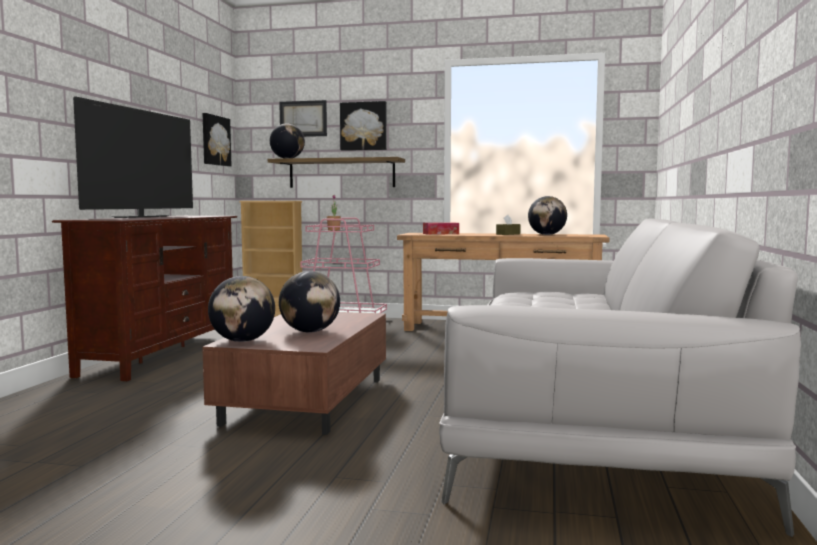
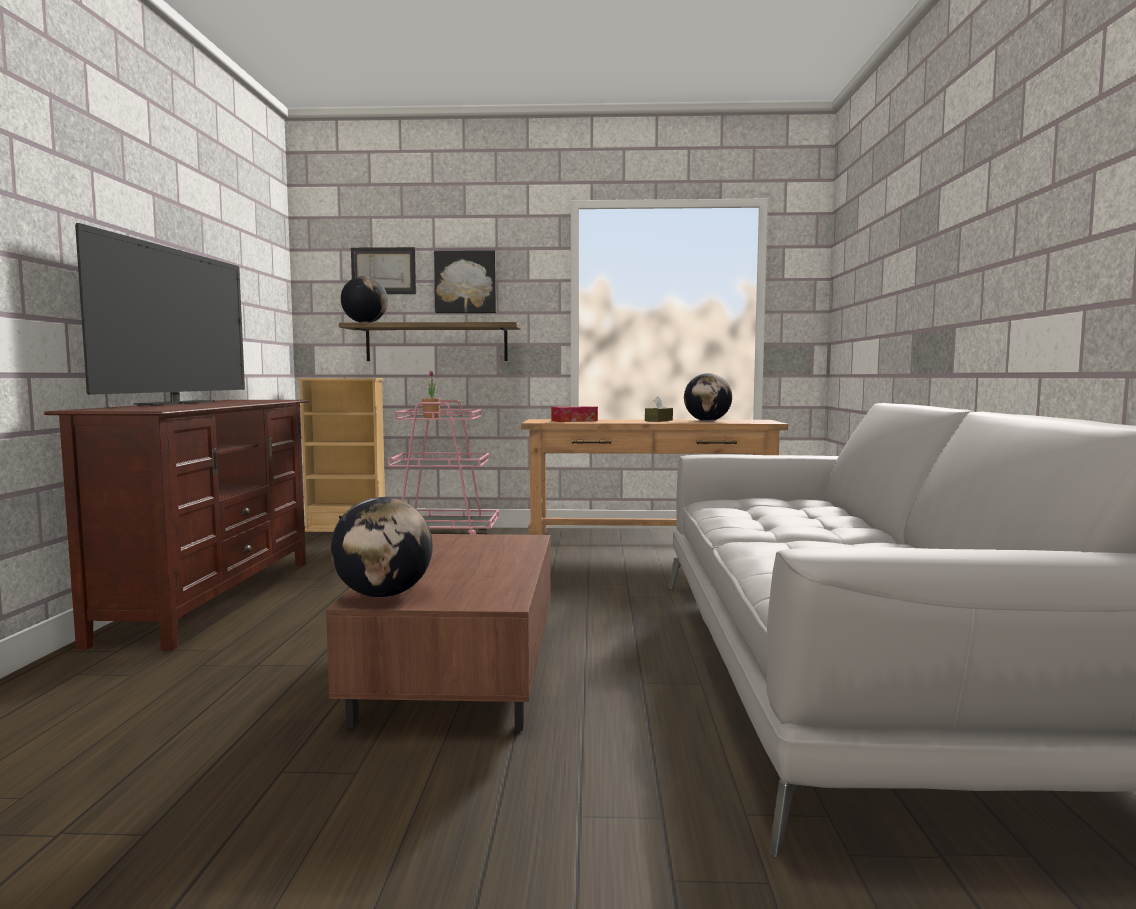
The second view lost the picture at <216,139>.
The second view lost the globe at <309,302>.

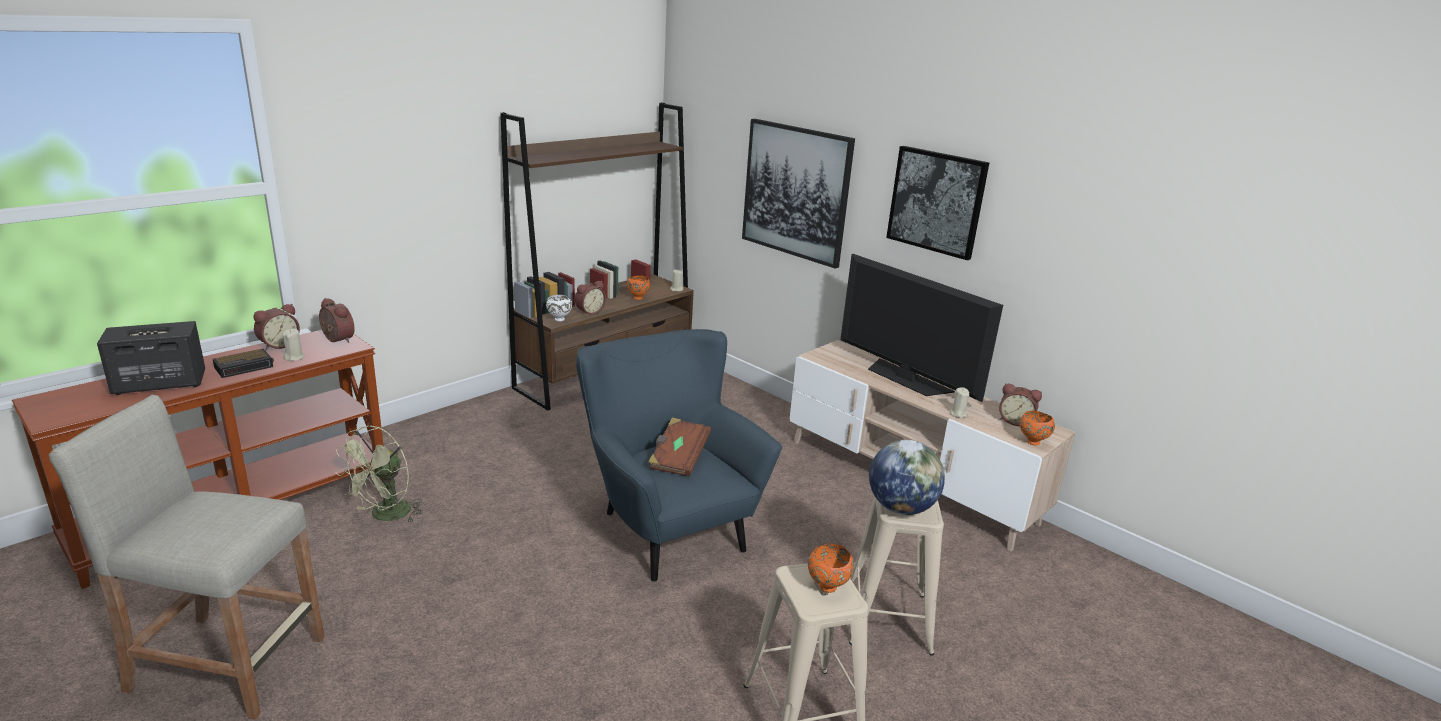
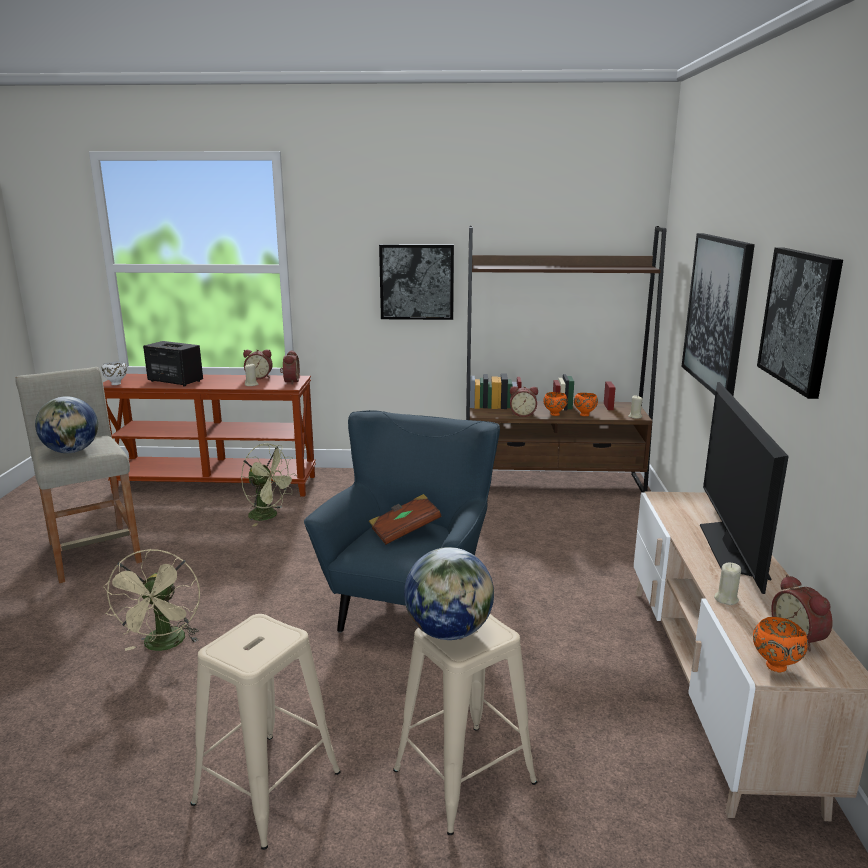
The second view lost the alarm_clock at <243,363>.
The green_fan at <378,474> ended up facing another way, 135 degrees counterclockwise from before.
The white_bowl ended up elsewhere, having gone from <559,308> to <114,373>.
The orange_bowl ended up elsewhere, having gone from <831,568> to <555,404>.
The second view gained the globe at <66,424>.
The second view gained the beige_fan at <151,600>.
The second view gained the picture at <416,282>.

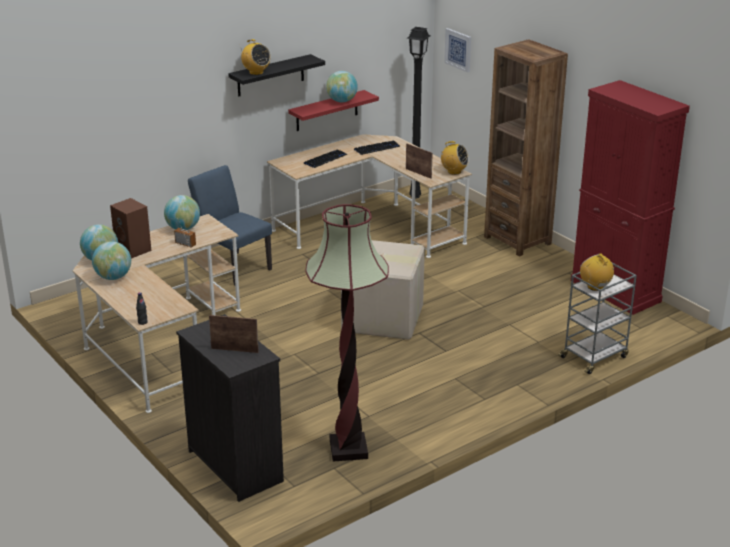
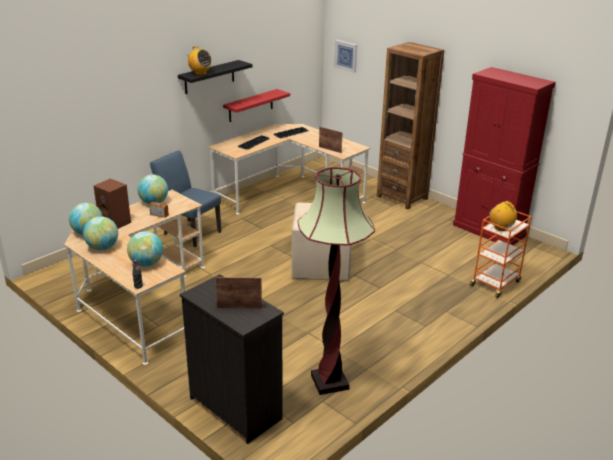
The globe ended up elsewhere, having gone from <342,86> to <145,249>.
The second view lost the black_floor_lamp at <419,113>.
The second view lost the radio at <454,158>.
What was the grey_cart at <597,318> turned into the orange_cart at <500,254>.

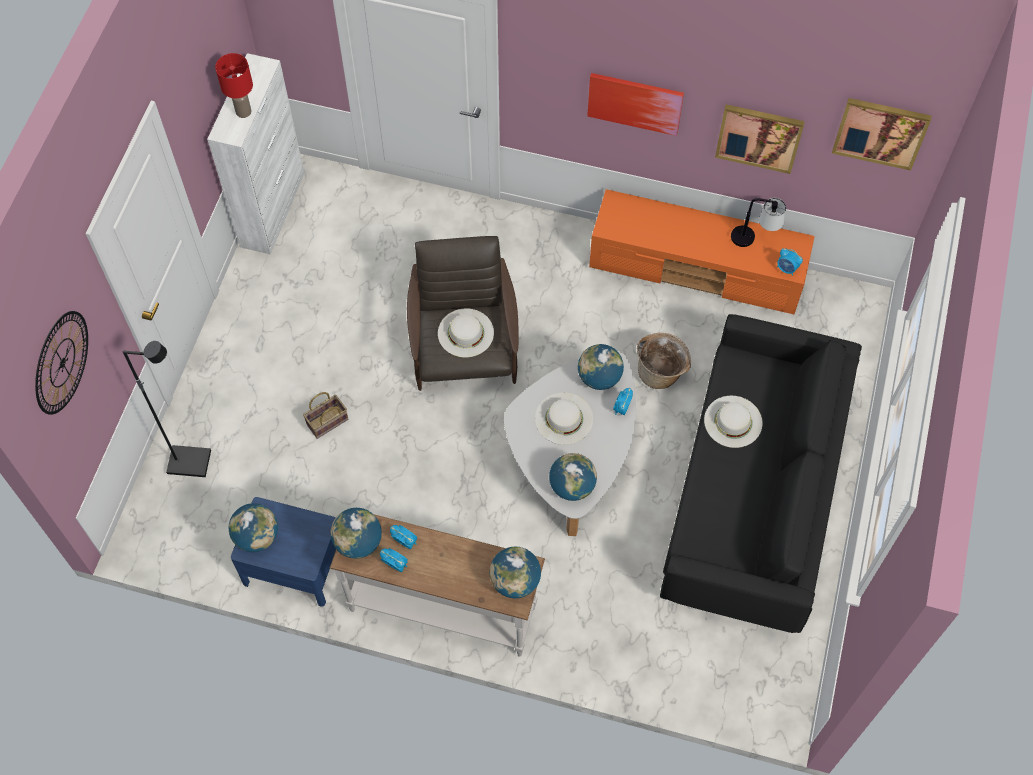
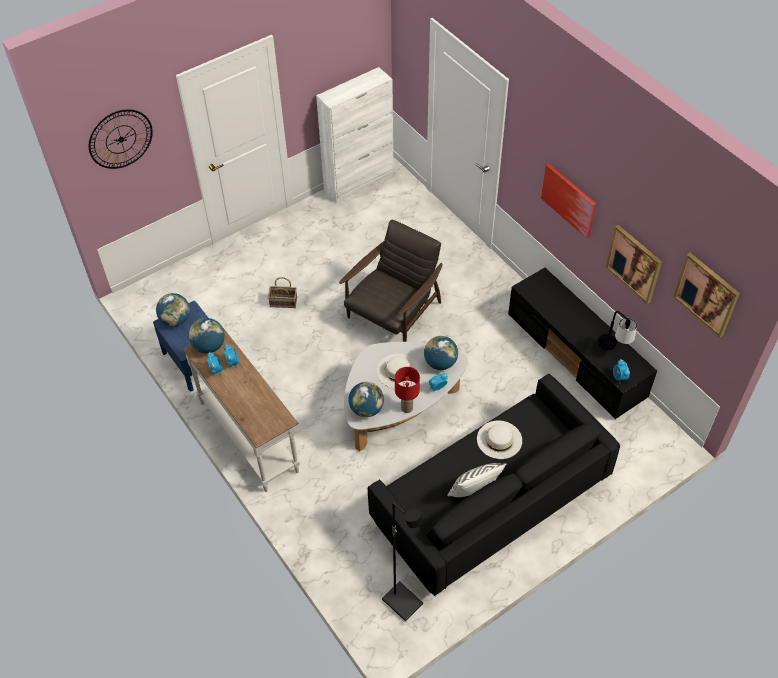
The black_floor_lamp ended up elsewhere, having gone from <166,409> to <402,561>.
The red_table_lamp ended up elsewhere, having gone from <234,85> to <407,390>.
The second view lost the white_hat at <466,333>.
The second view lost the globe at <515,572>.
What was the orange_tv_stand at <702,251> turned into the black_tv_stand at <582,343>.
The second view lost the basket at <664,361>.
The second view gained the white_pillow at <476,480>.

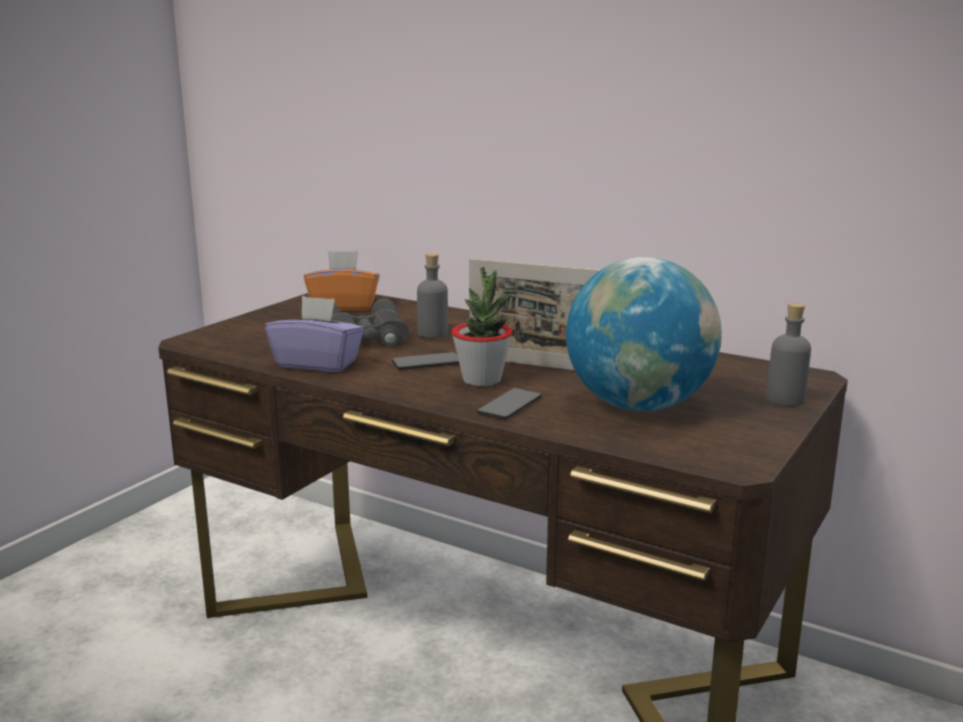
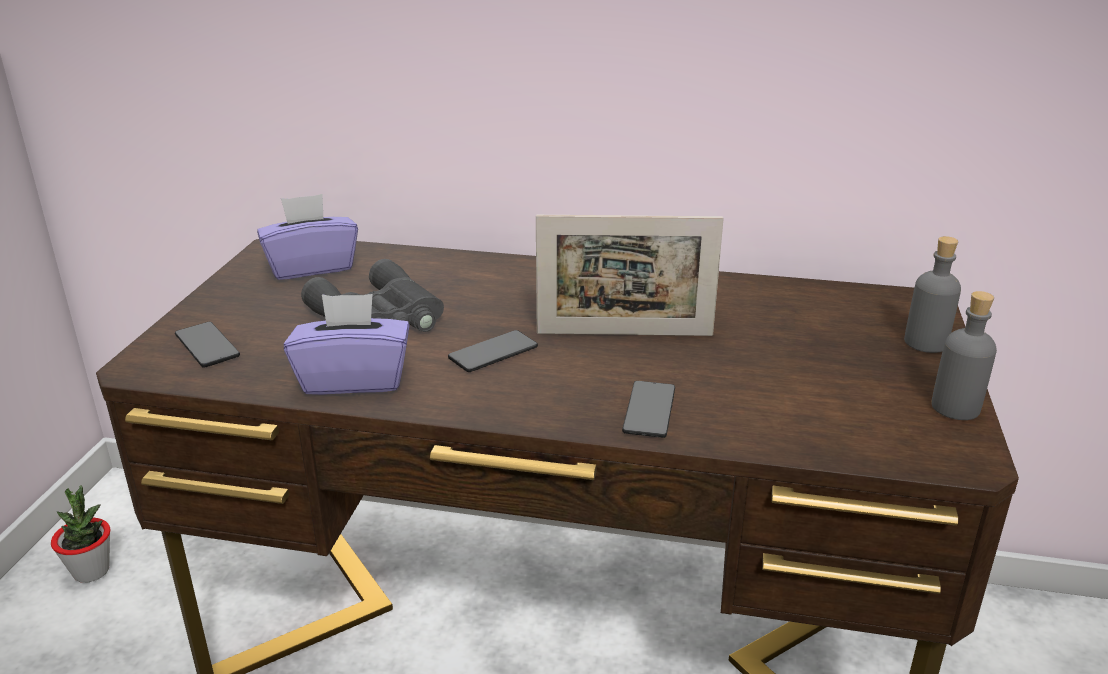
What was the orange_tissue_box at <342,281> turned into the purple_tissue_box at <307,237>.
The grey_bottle ended up elsewhere, having gone from <432,295> to <964,355>.
The potted_plant ended up elsewhere, having gone from <482,326> to <80,534>.
The second view lost the globe at <644,334>.
The second view gained the phone at <207,345>.

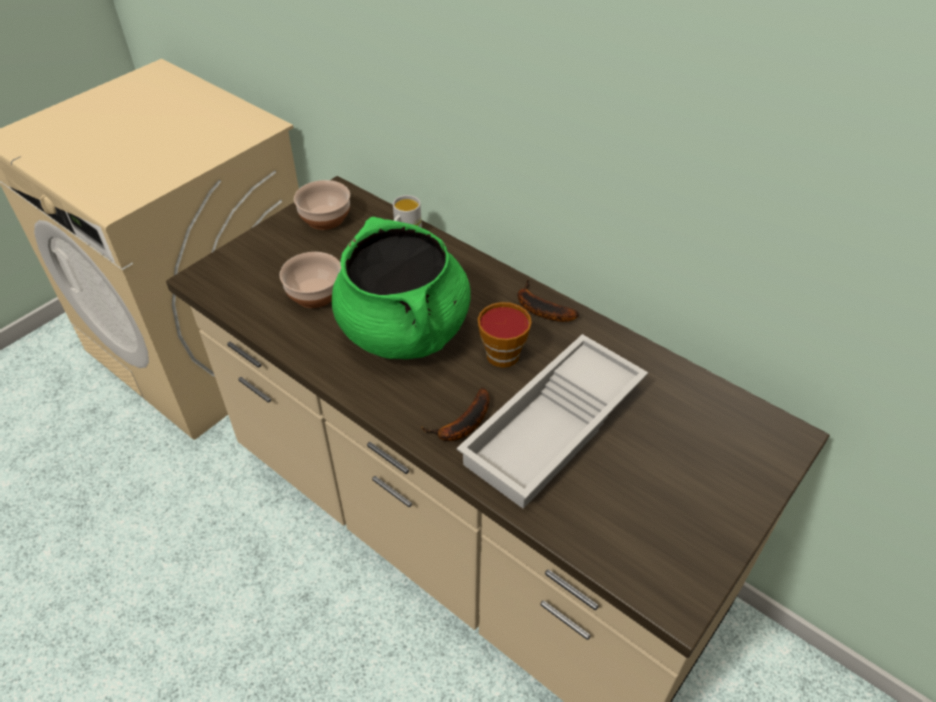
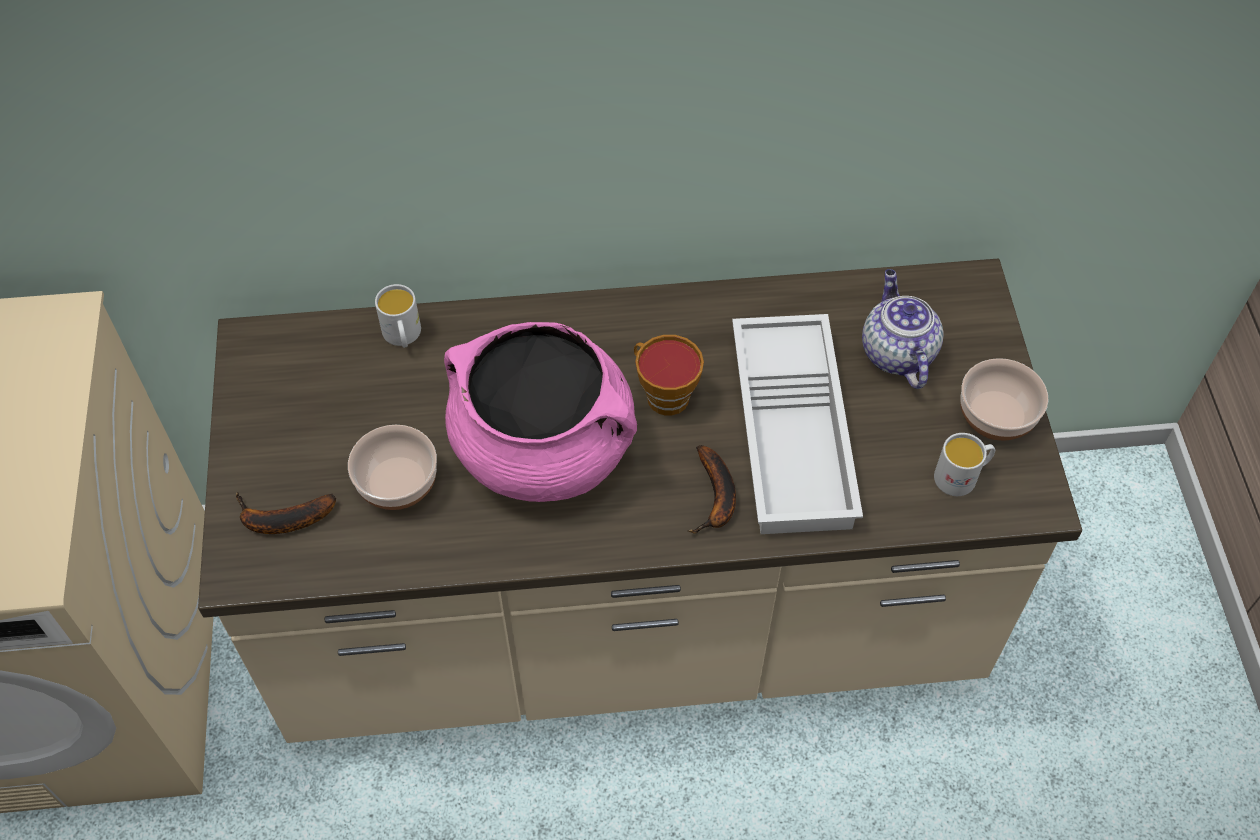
The bowl ended up elsewhere, having gone from <322,205> to <1004,399>.
What was the green_cooking_pot at <401,288> turned into the pink_cooking_pot at <540,412>.
The banana ended up elsewhere, having gone from <548,301> to <286,513>.
The second view gained the teapot at <903,329>.
The second view gained the white_mug at <964,464>.

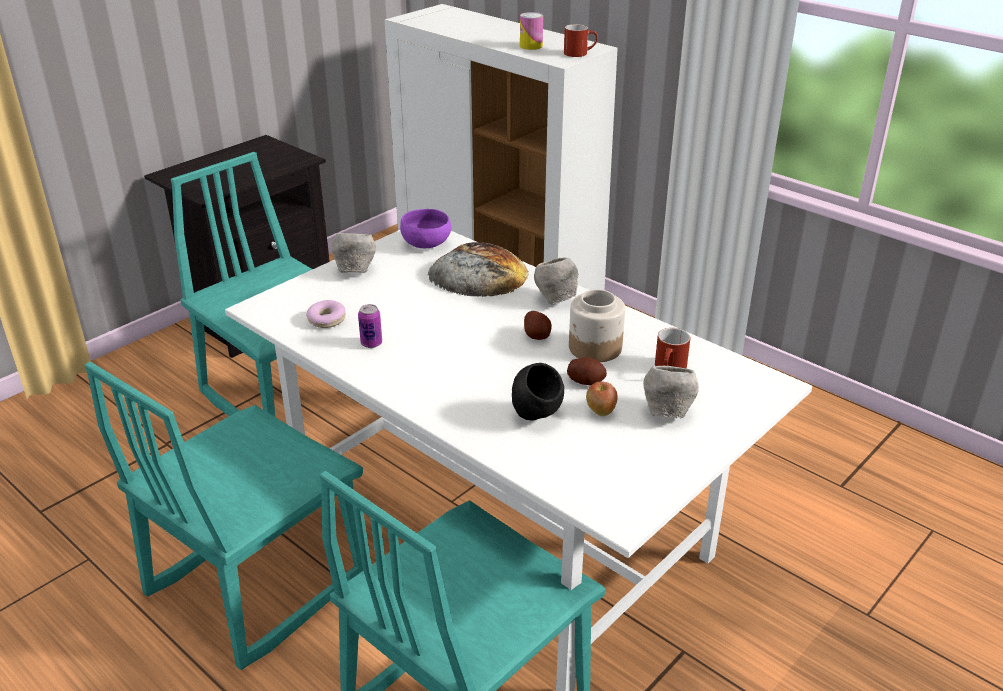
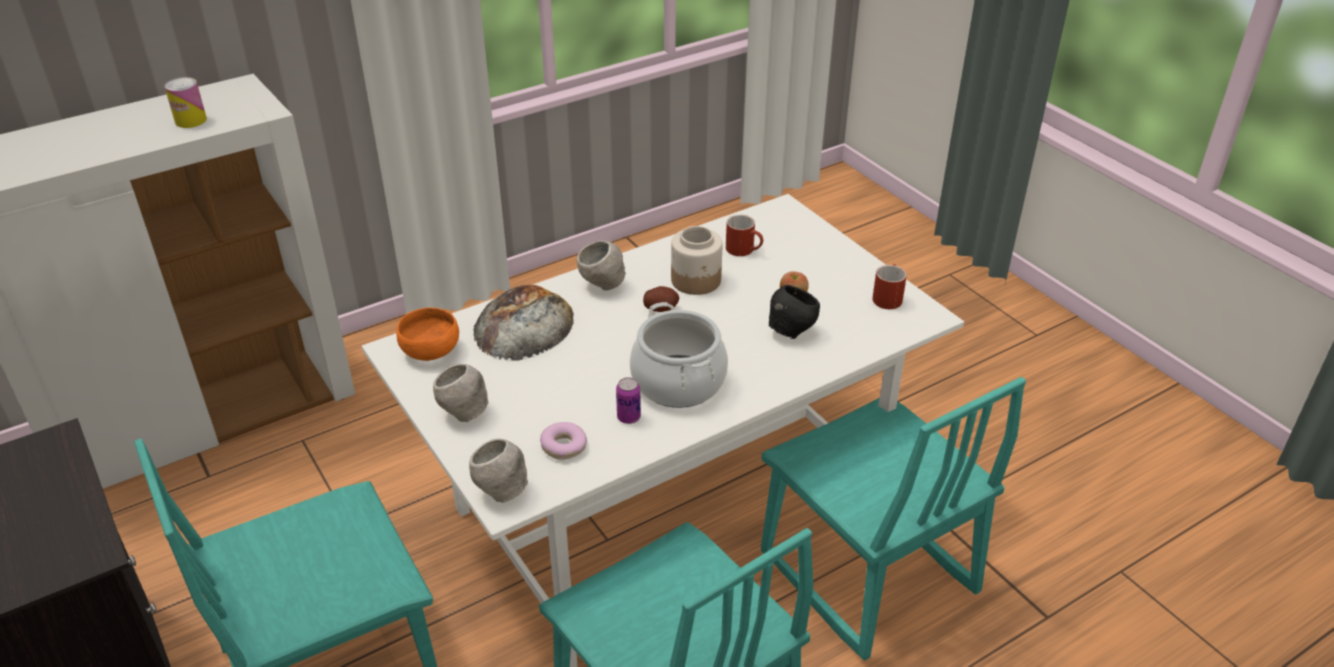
What was the purple_bowl at <426,228> turned into the orange_bowl at <427,334>.
The red_mug ended up elsewhere, having gone from <581,40> to <890,286>.
The second view lost the potato at <587,371>.
The grey_bowl ended up elsewhere, having gone from <671,392> to <498,471>.
The second view gained the cooking_pot at <679,355>.

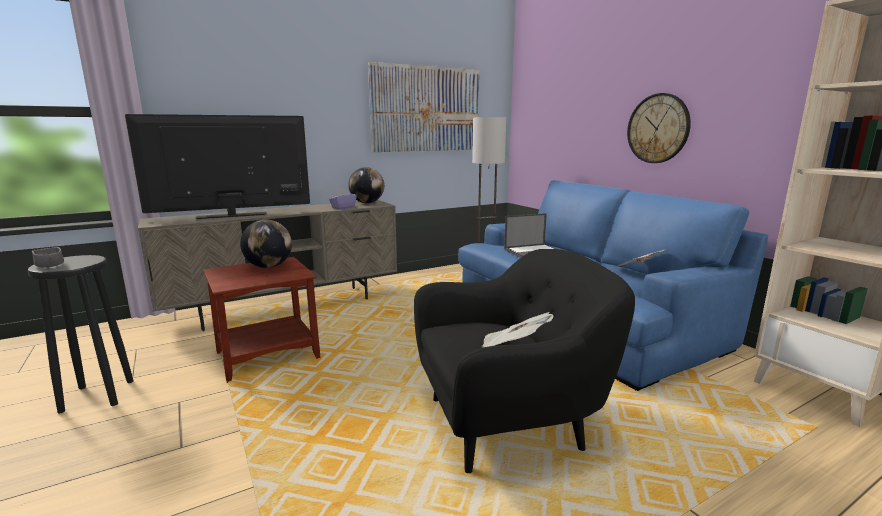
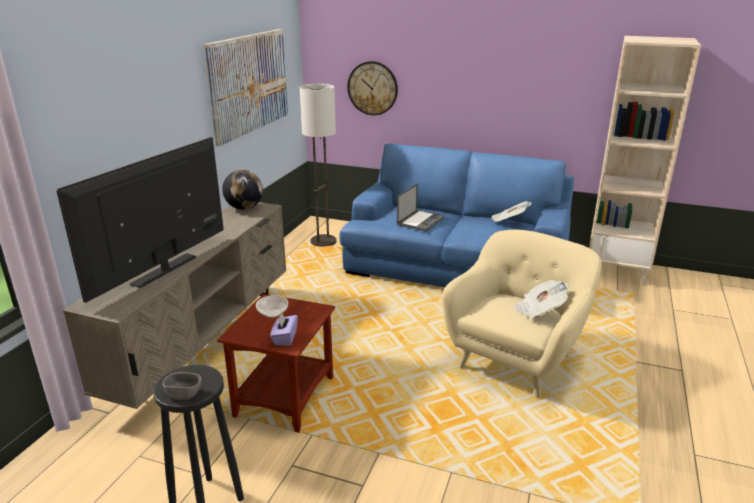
Where the globe stood at <266,244>, the bowl came to stand at <272,306>.
The purple_tissue_box ended up elsewhere, having gone from <343,198> to <284,329>.
What was the black_armchair at <524,361> turned into the beige_armchair at <522,314>.
The wall_clock ended up elsewhere, having gone from <659,128> to <372,88>.

